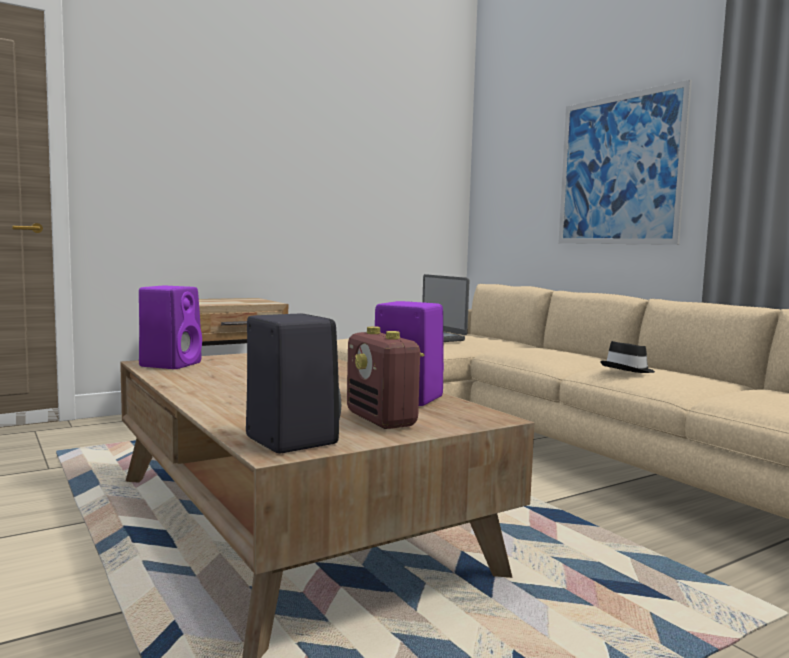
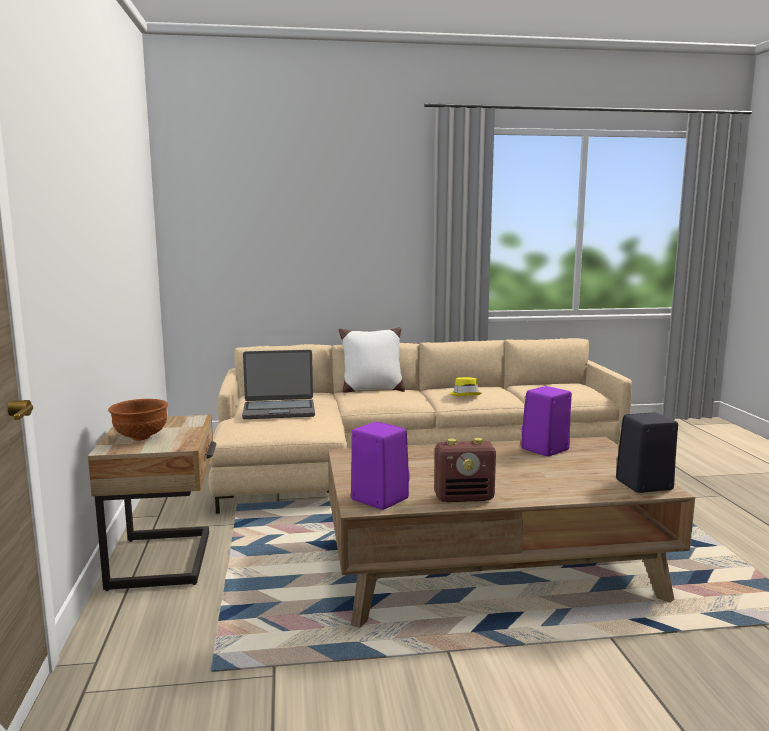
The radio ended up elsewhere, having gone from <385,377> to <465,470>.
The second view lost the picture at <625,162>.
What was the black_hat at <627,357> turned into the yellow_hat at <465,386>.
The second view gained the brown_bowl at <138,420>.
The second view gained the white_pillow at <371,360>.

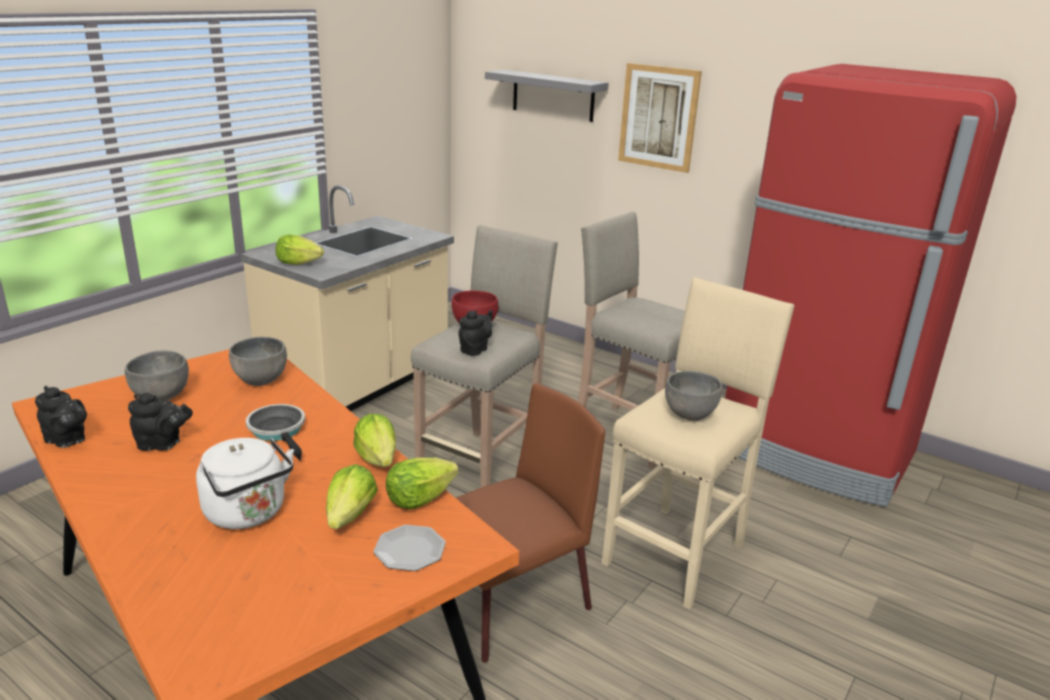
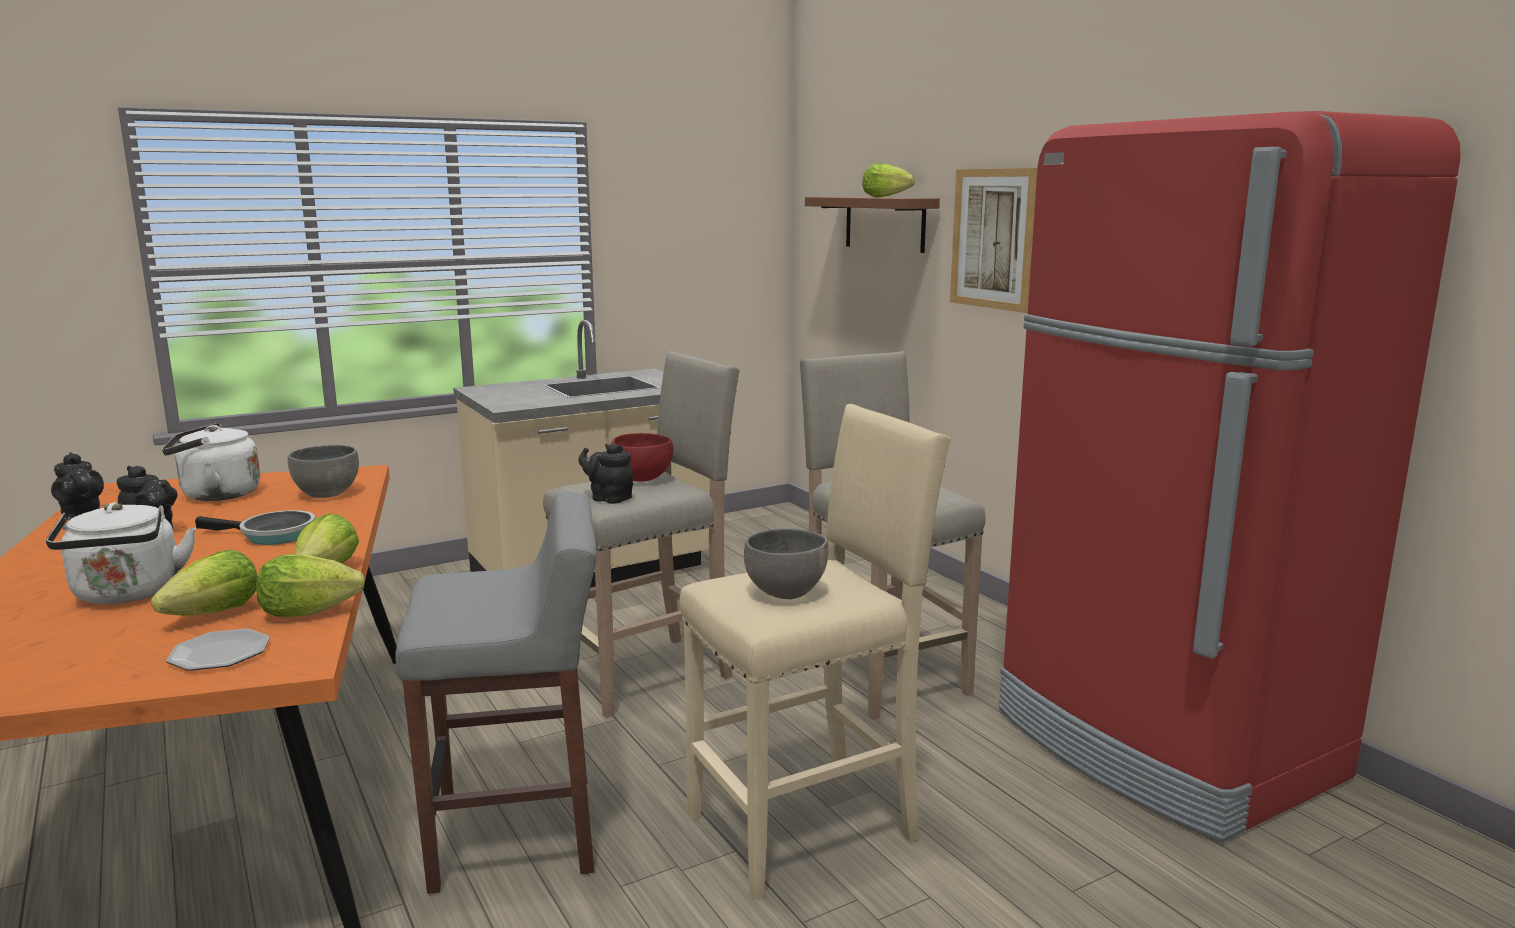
Where the grey_bowl stood at <157,375>, the white_kettle came to stand at <211,462>.
The frying_pan at <275,432> ended up facing another way, 105 degrees clockwise from before.
The lettuce ended up elsewhere, having gone from <300,250> to <888,180>.
Where the brown_chair stood at <530,523>, the grey_stool came to stand at <496,692>.
The black_teapot at <476,333> ended up facing another way, 120 degrees counterclockwise from before.
What was the grey_shelf at <547,96> turned into the brown_shelf at <872,225>.

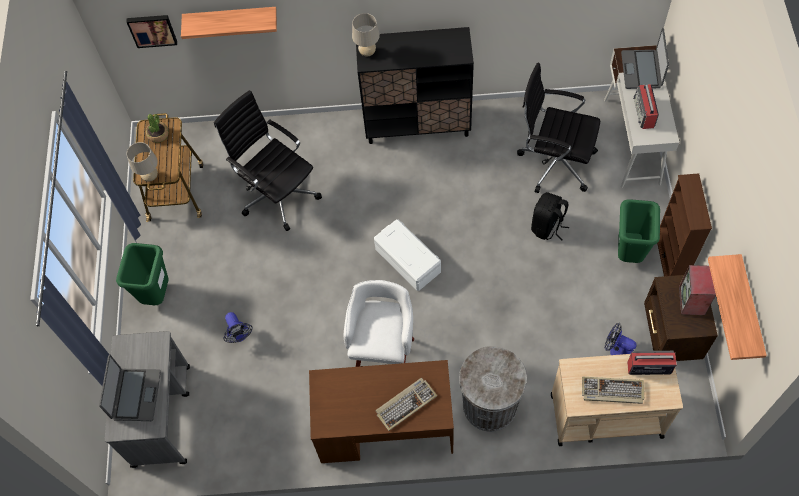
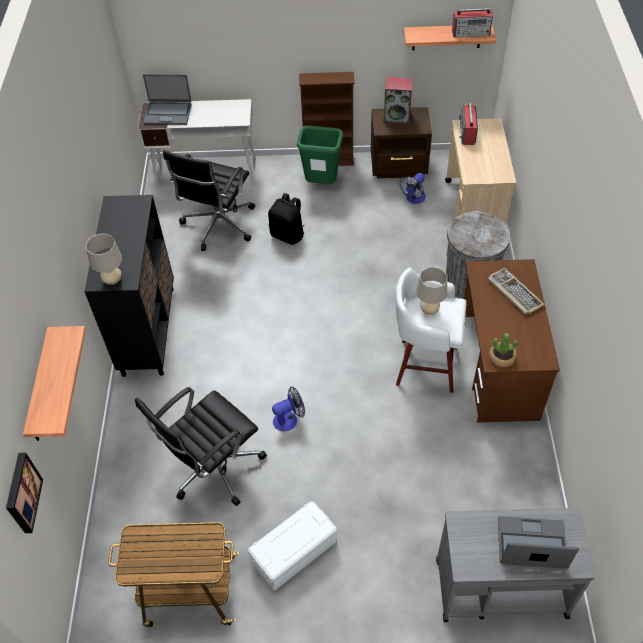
The second view lost the green_trash_can at <142,274>.
The beige_table_lamp ended up elsewhere, having gone from <142,162> to <431,291>.
The potted_plant ended up elsewhere, having gone from <157,128> to <503,350>.
The fan ended up elsewhere, having gone from <237,327> to <288,408>.
The white_storage_box ended up elsewhere, having gone from <407,255> to <292,545>.
The second view lost the keyboard at <613,390>.
The radio ended up elsewhere, having gone from <646,106> to <472,23>.

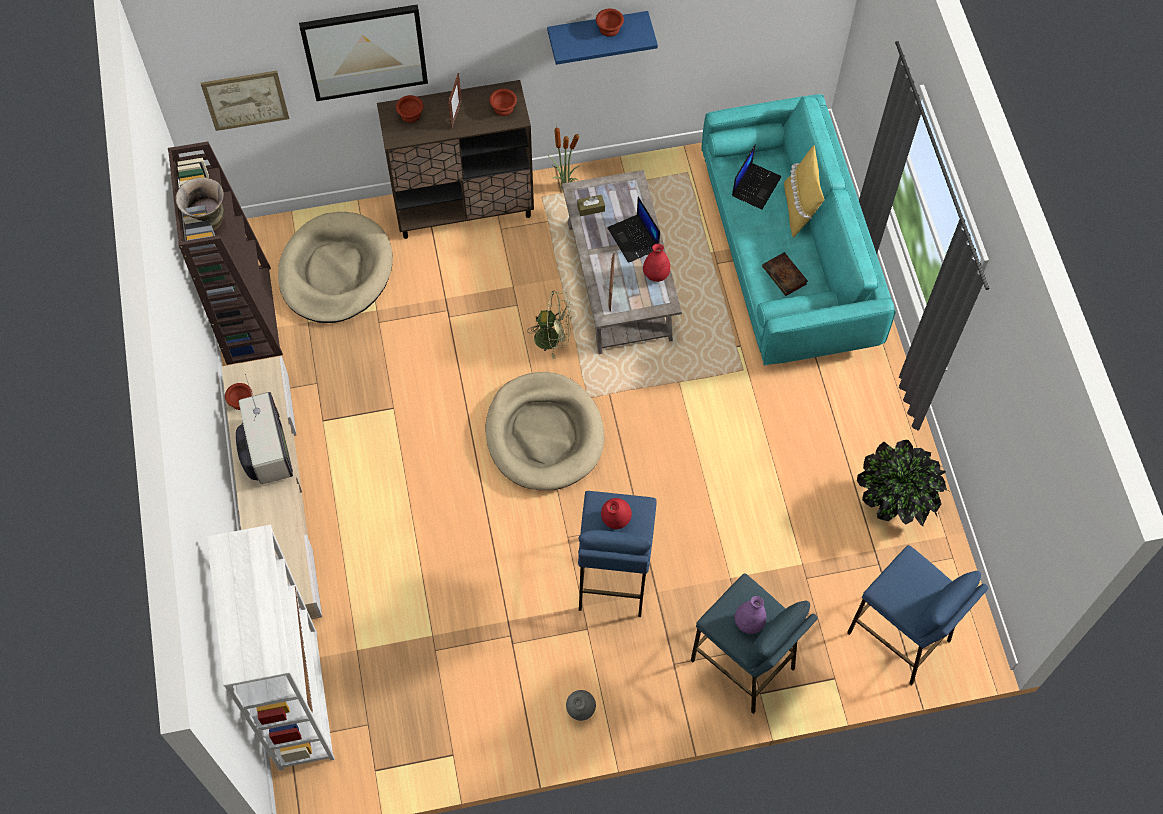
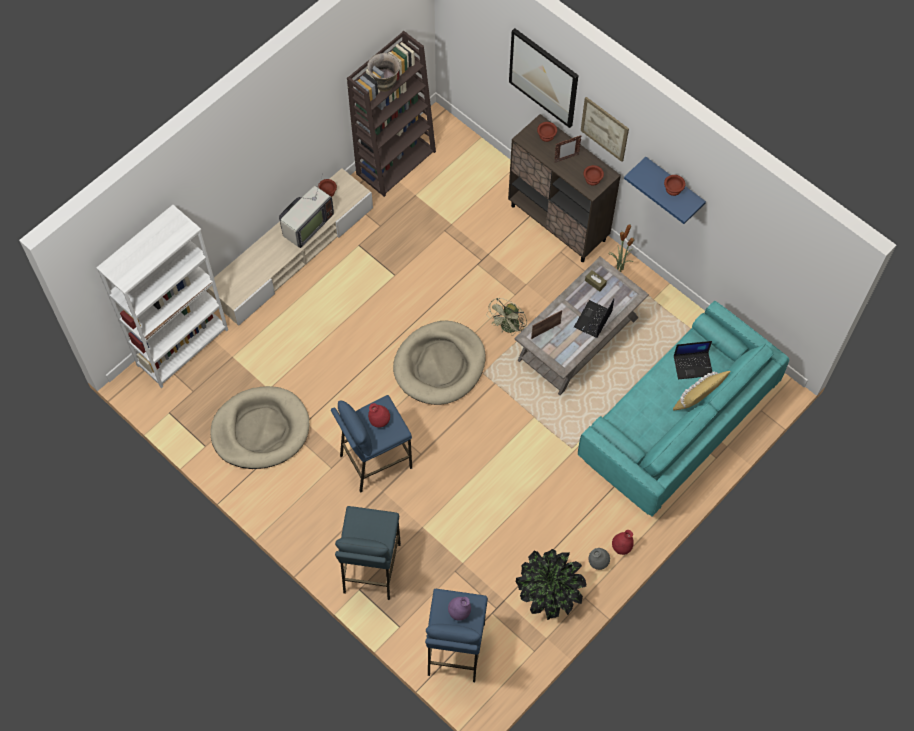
The picture ended up elsewhere, having gone from <245,101> to <605,129>.
The beige_dog_bed ended up elsewhere, having gone from <335,267> to <259,427>.
The green_fan at <549,325> ended up facing another way, 60 degrees clockwise from before.
The grey_vase ended up elsewhere, having gone from <581,705> to <599,559>.
The red_vase ended up elsewhere, having gone from <657,263> to <623,542>.
The purple_vase ended up elsewhere, having gone from <750,615> to <459,609>.
The second view lost the book at <785,274>.

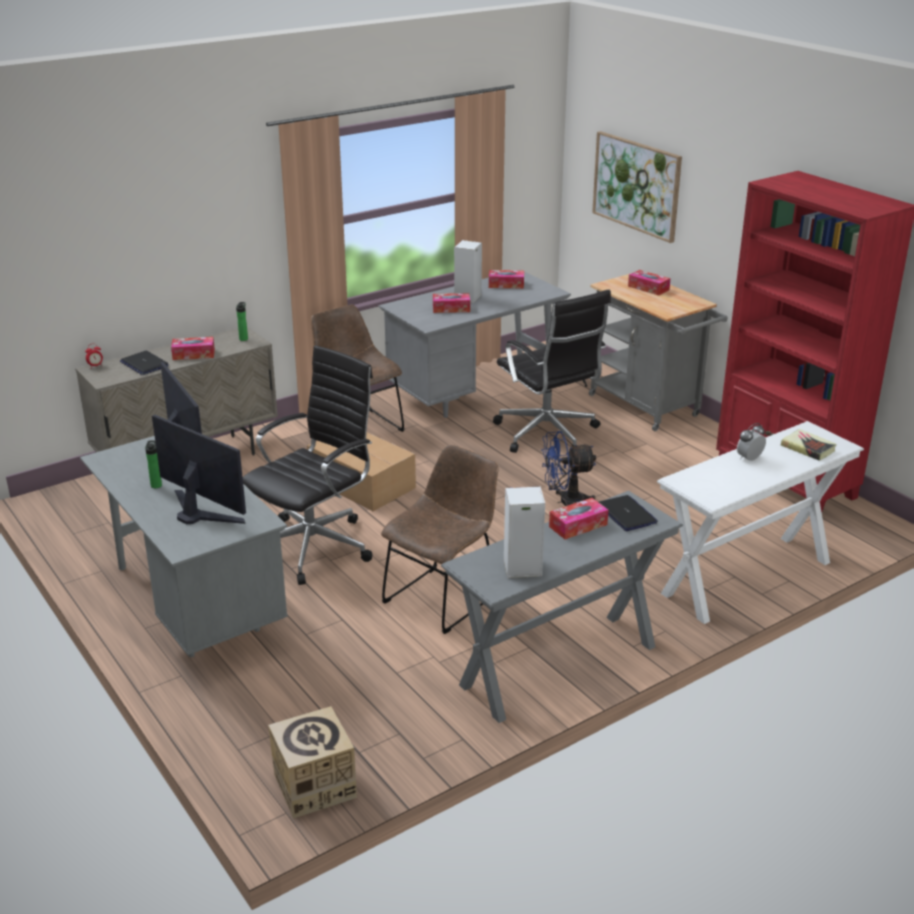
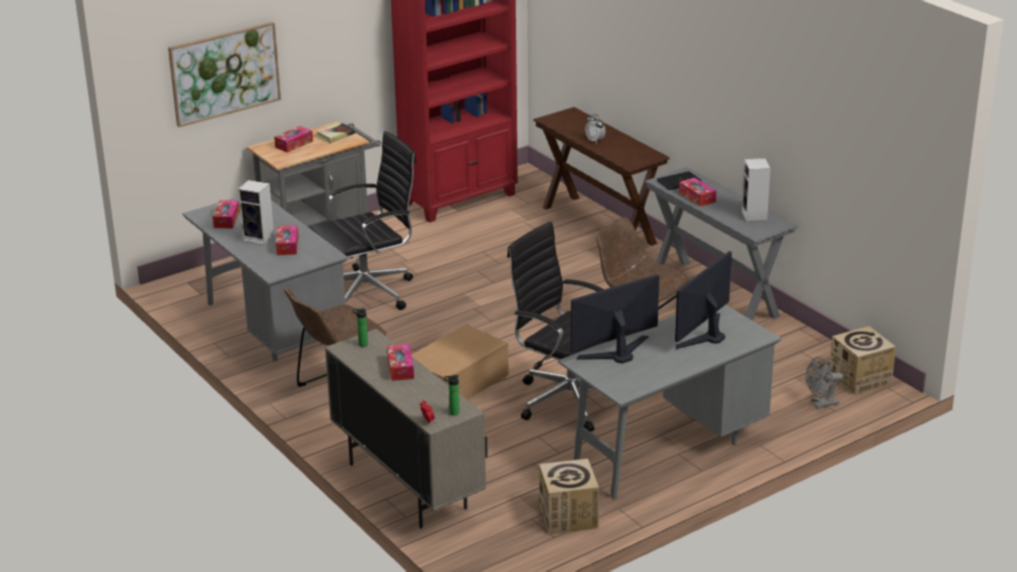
The second view lost the laptop at <144,363>.
The bottle ended up elsewhere, having gone from <153,464> to <452,395>.
The second view lost the blue_fan at <568,468>.
What was the white_console_table at <760,522> turned into the brown_console_table at <601,176>.
The book ended up elsewhere, having gone from <809,445> to <336,132>.
The second view gained the cardboard_box at <569,496>.
The second view gained the grey_fan at <825,382>.

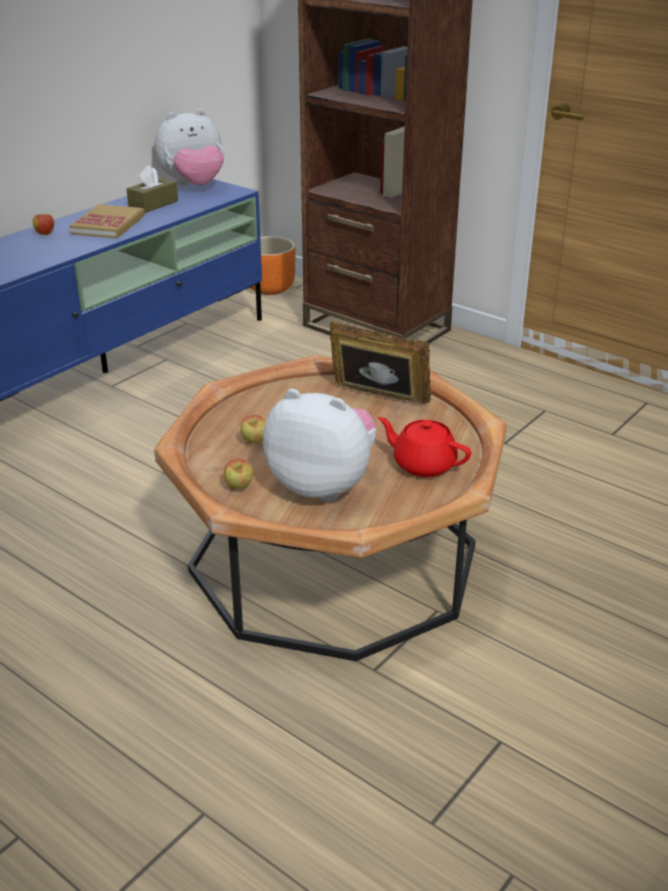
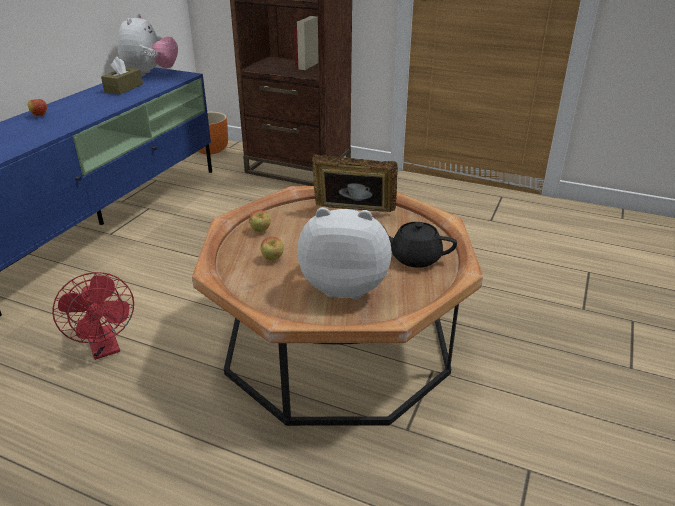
The second view lost the book at <107,221>.
The plush_toy at <189,147> ended up facing another way, 45 degrees counterclockwise from before.
The apple ended up elsewhere, having gone from <238,474> to <260,221>.
What was the red_teapot at <424,447> turned into the black_teapot at <420,245>.
The second view gained the red_fan at <93,316>.

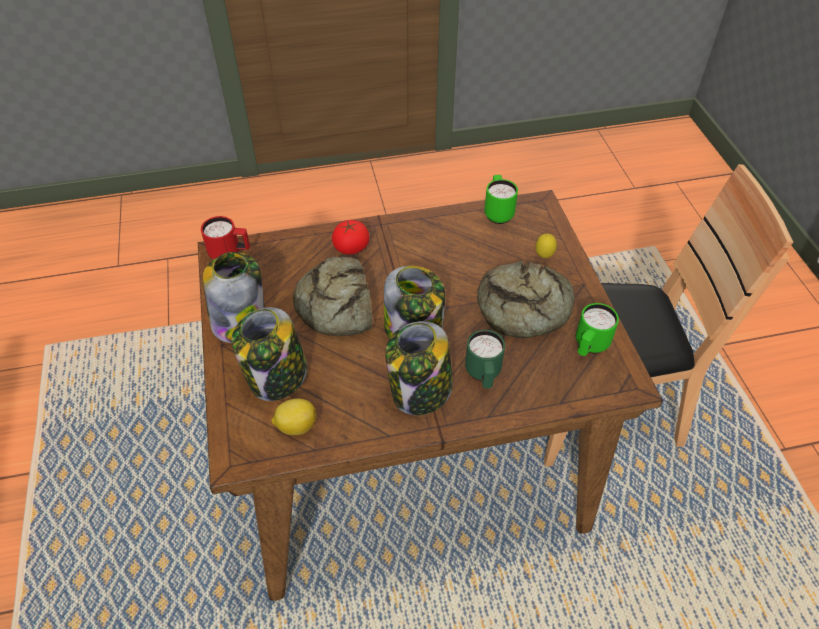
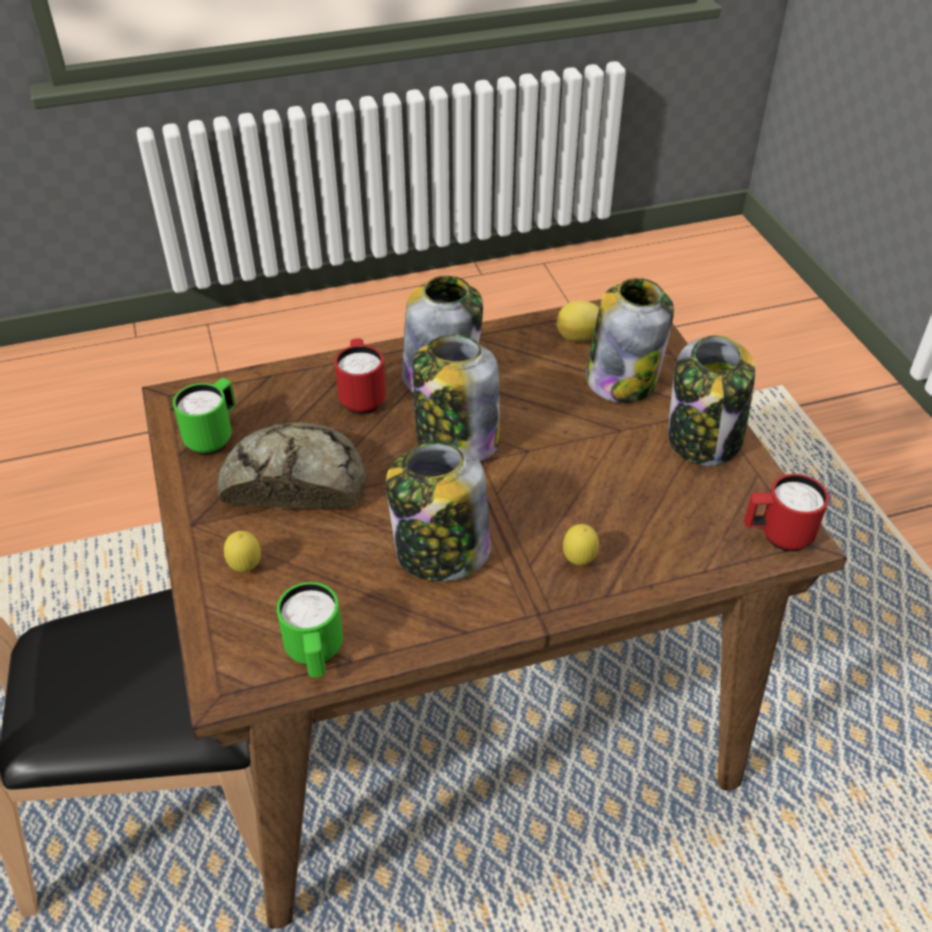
The second view lost the bread at <333,296>.
Where the tomato stood at <350,237>, the lemon came to stand at <581,544>.
What was the green_mug at <485,359> turned into the red_mug at <360,376>.
The second view gained the jar at <438,511>.

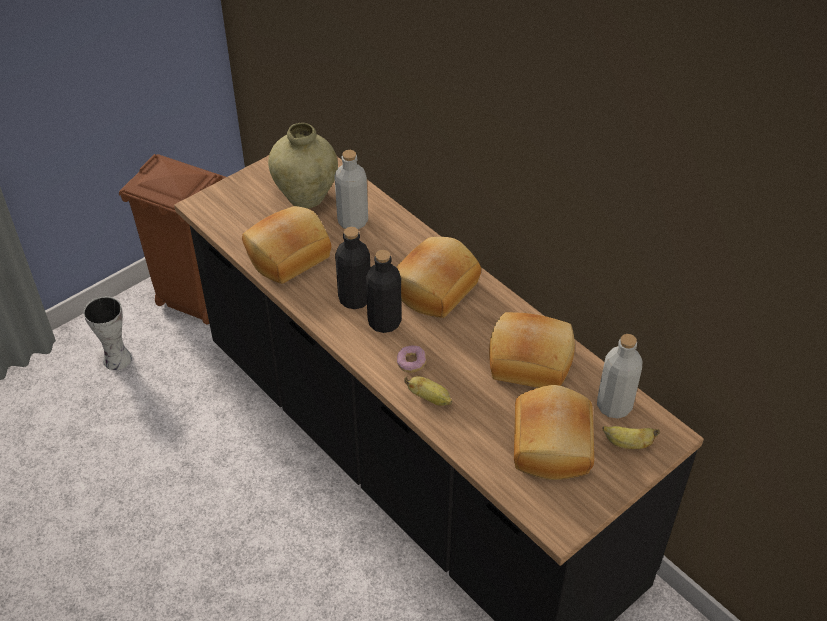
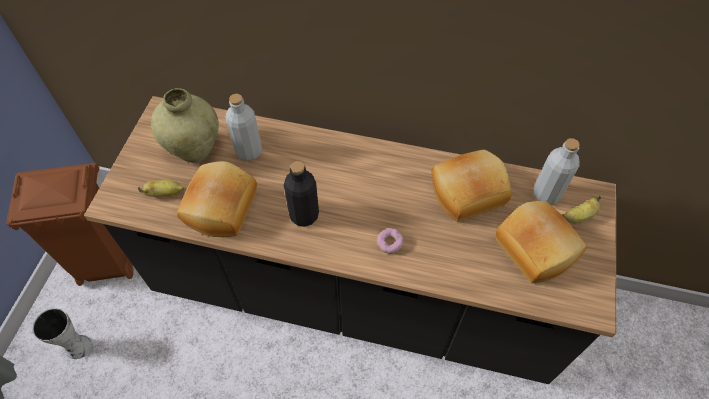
The second view lost the black_bottle at <384,291>.
The second view lost the bread at <438,277>.
The banana ended up elsewhere, having gone from <428,391> to <161,188>.

